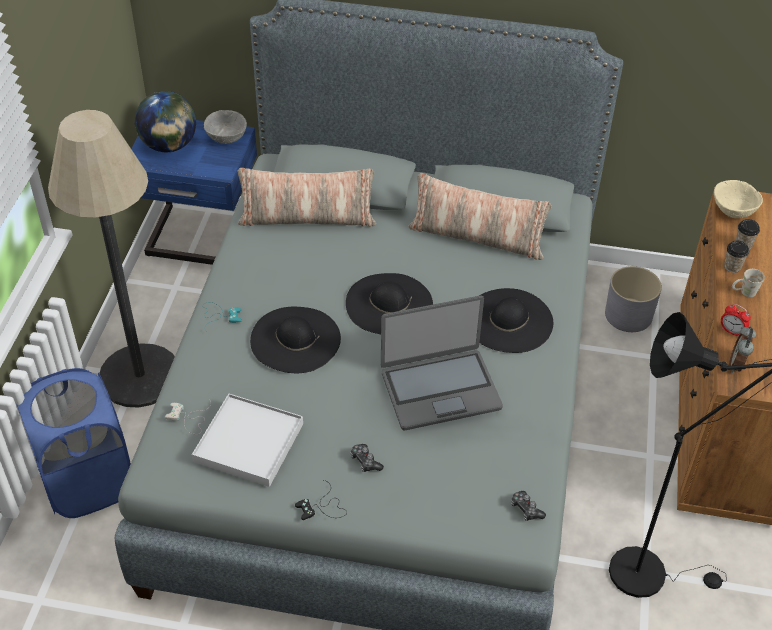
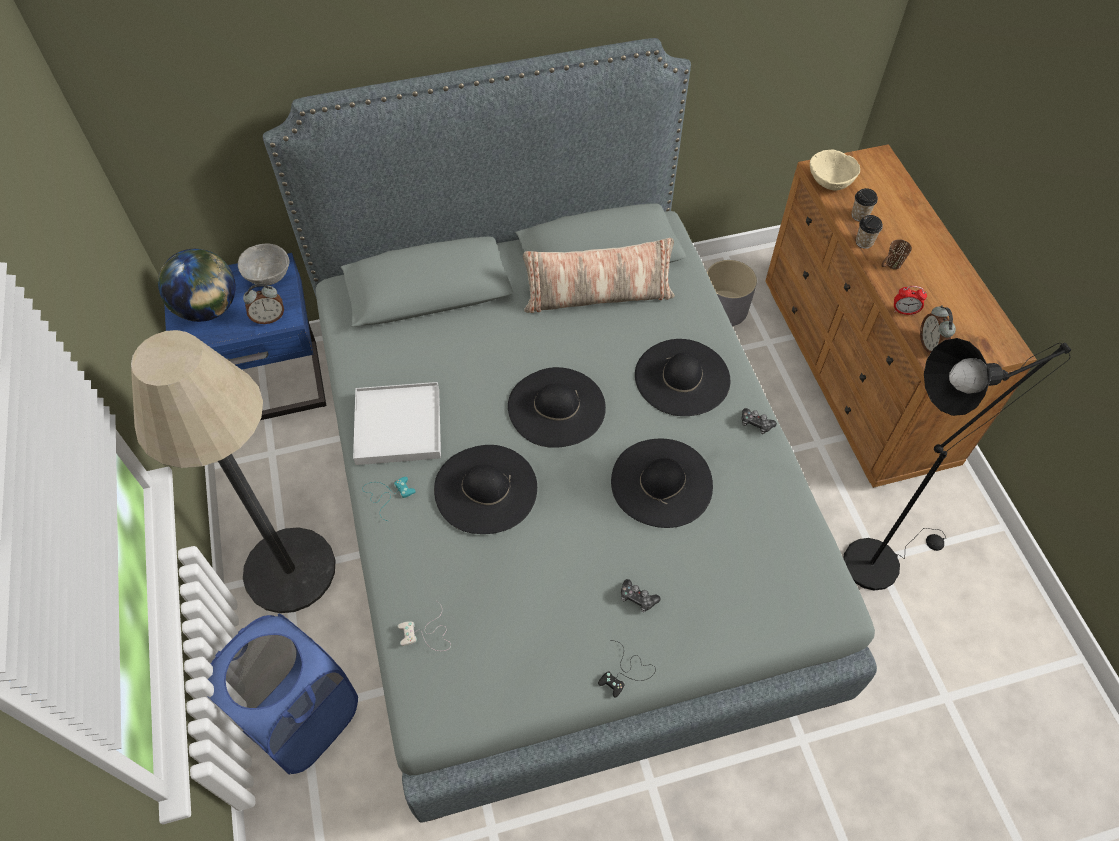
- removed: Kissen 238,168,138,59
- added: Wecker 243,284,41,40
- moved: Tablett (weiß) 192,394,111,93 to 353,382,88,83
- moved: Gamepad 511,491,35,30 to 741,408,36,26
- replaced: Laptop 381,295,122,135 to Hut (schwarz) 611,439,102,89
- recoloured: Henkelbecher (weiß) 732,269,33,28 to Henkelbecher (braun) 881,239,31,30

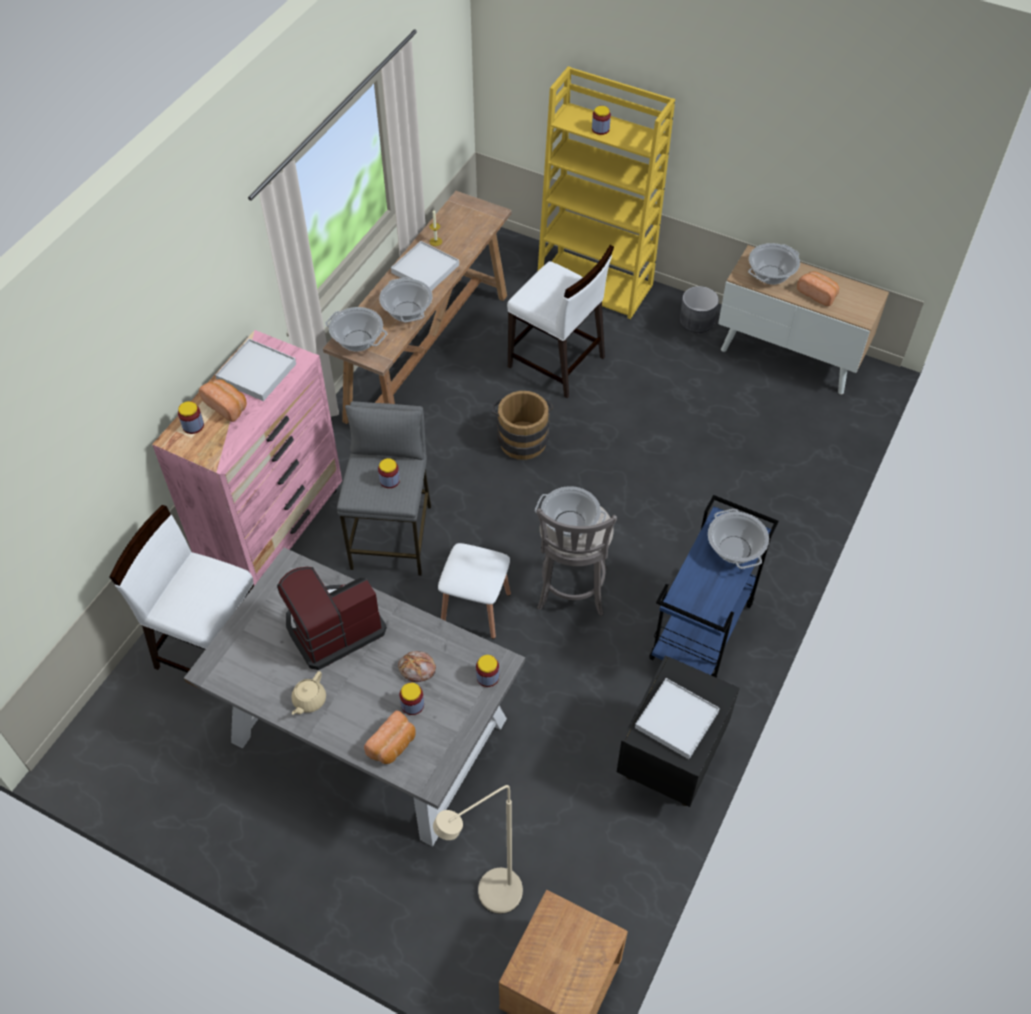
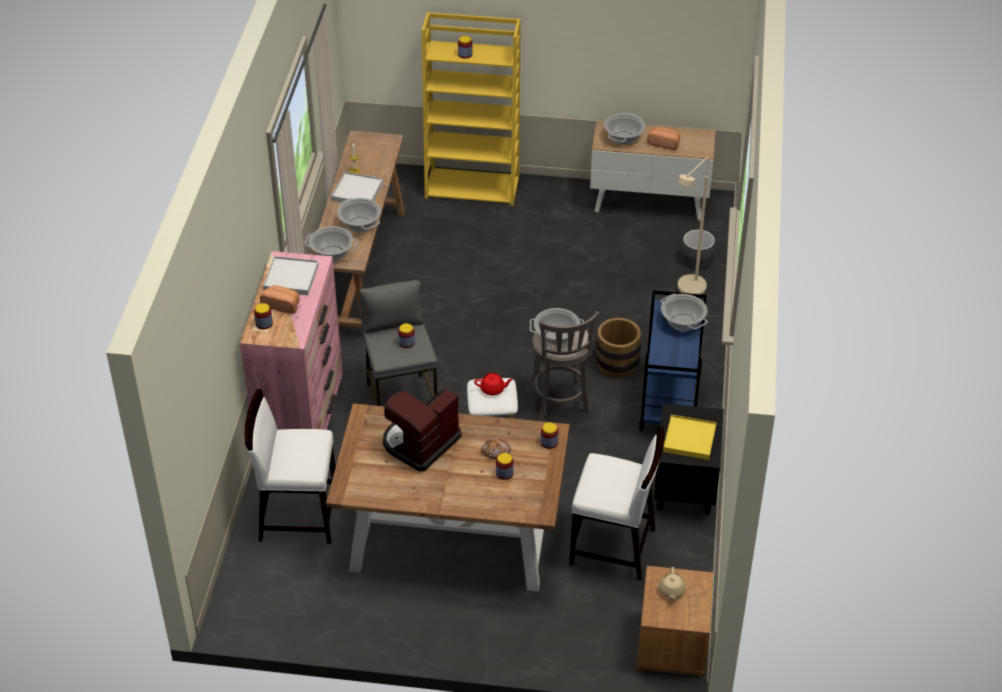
- removed: Brot 364,710,52,54
- added: Teekanne (rot) 474,373,39,23
- moved: Teekanne (beige) 291,671,35,44 to 659,567,27,33
- moved: Stehlampe (beige) 433,785,90,129 to 677,157,32,138
- moved: Eimer (braun) 492,391,61,69 to 593,318,48,60
- moved: Stuhl (weiß) 507,245,107,153 to 569,427,95,153
- moved: Pflanzkübel (grau) 680,286,39,47 to 682,230,33,40
- recoloured: Esstisch (grau) 184,548,341,298 to Esstisch (braun) 326,403,243,188
- recoloured: Tablett (weiß) 635,678,85,81 to Tablett (gelb) 663,415,53,45

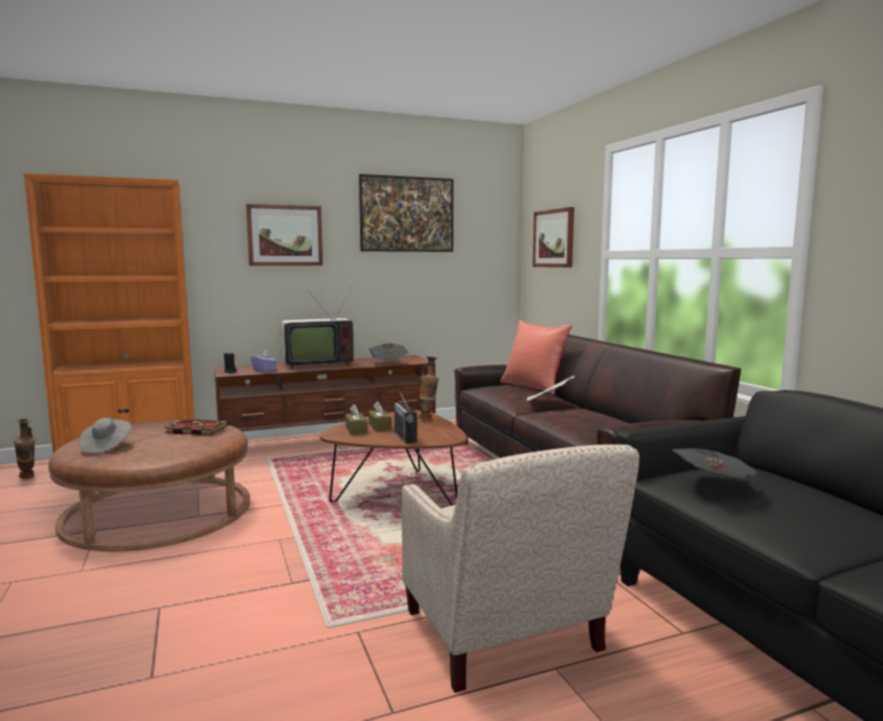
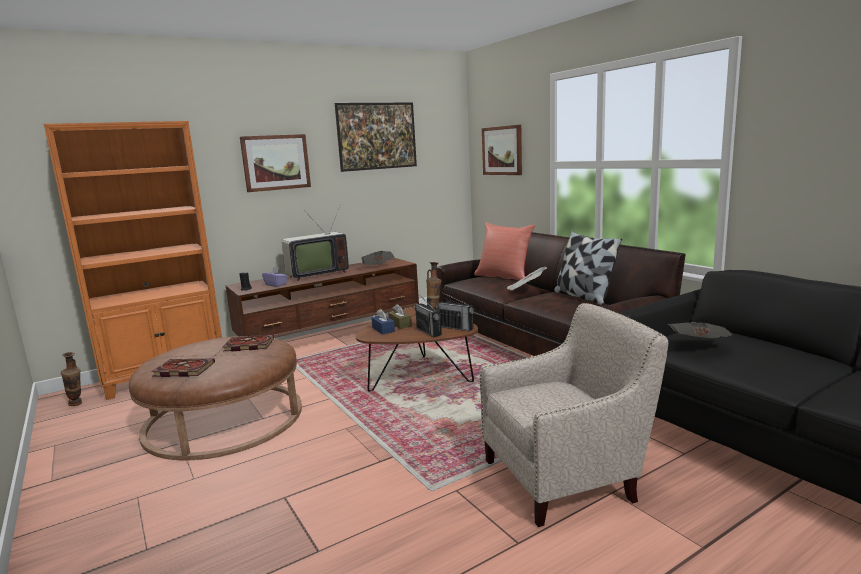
- added: Radio 436,293,38,38
- added: Kissen 554,231,68,74
- replaced: Hut (grau) 79,418,53,35 to Buch 152,359,63,18
- recoloured: Taschentuchbox (braun) 345,404,22,31 to Taschentuchbox (blau) 372,309,23,26
- turned: Sessel (beige) 401,444,238,249 = 479,303,189,224 75 degrees counterclockwise

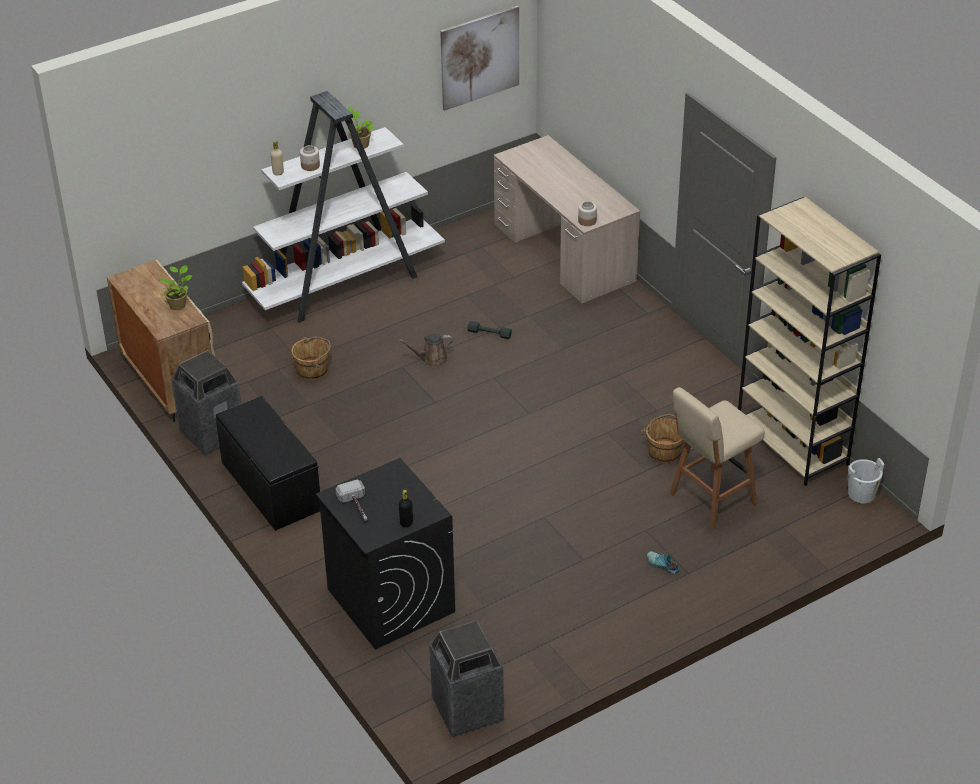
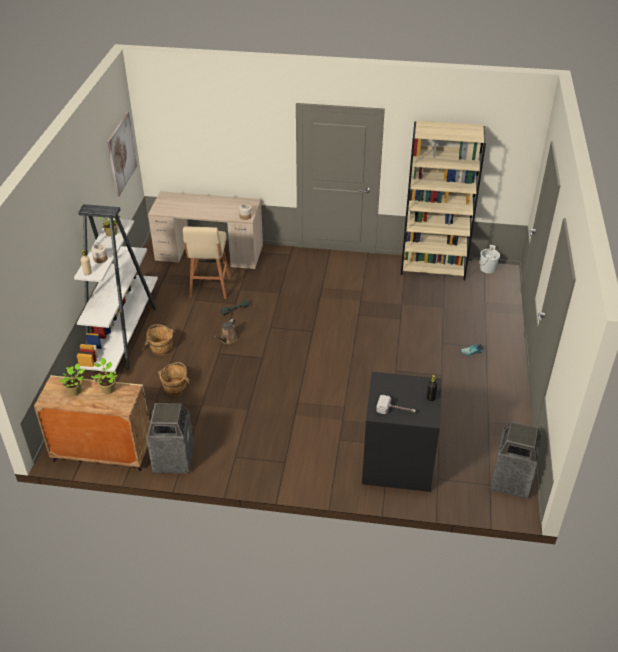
- removed: Bank (schwarz) 216,396,104,135
- added: Topfpflanze 58,363,27,33
- moved: Eimer (braun) 640,414,44,49 to 145,324,30,31
- moved: Hocker (beige) 670,387,95,142 to 183,227,48,72

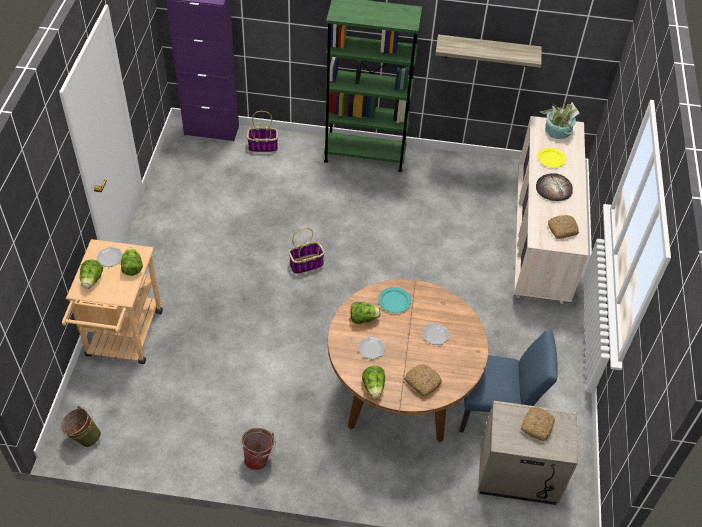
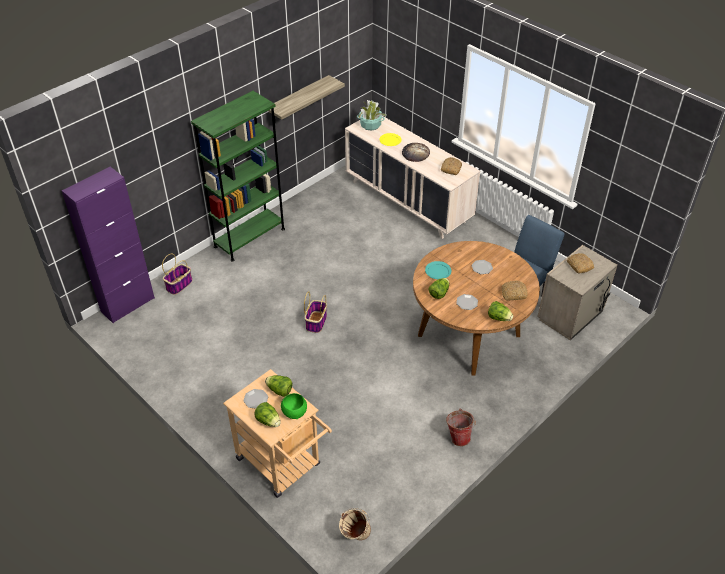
- added: Schüssel (grün) 281,393,26,26
- recoloured: Eimer (grün) 60,406,41,41 to Eimer (beige) 339,508,32,33

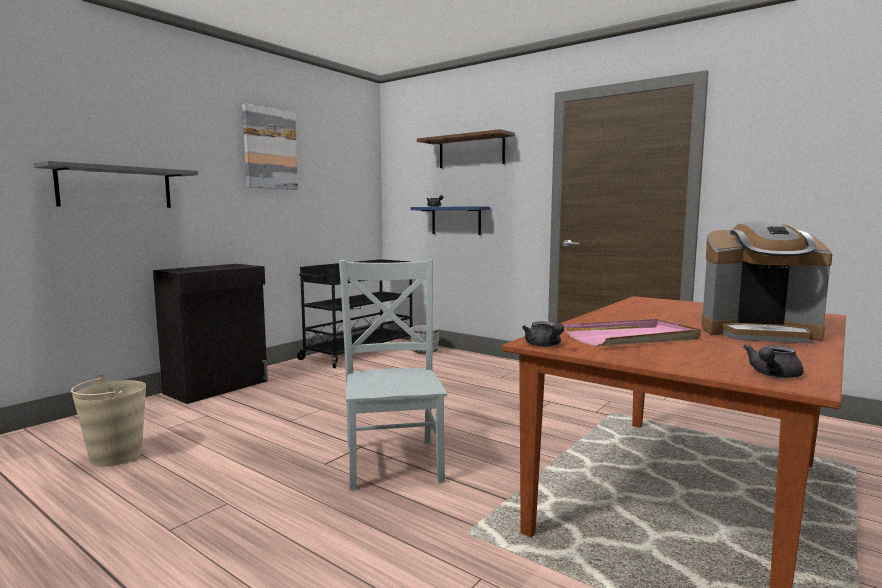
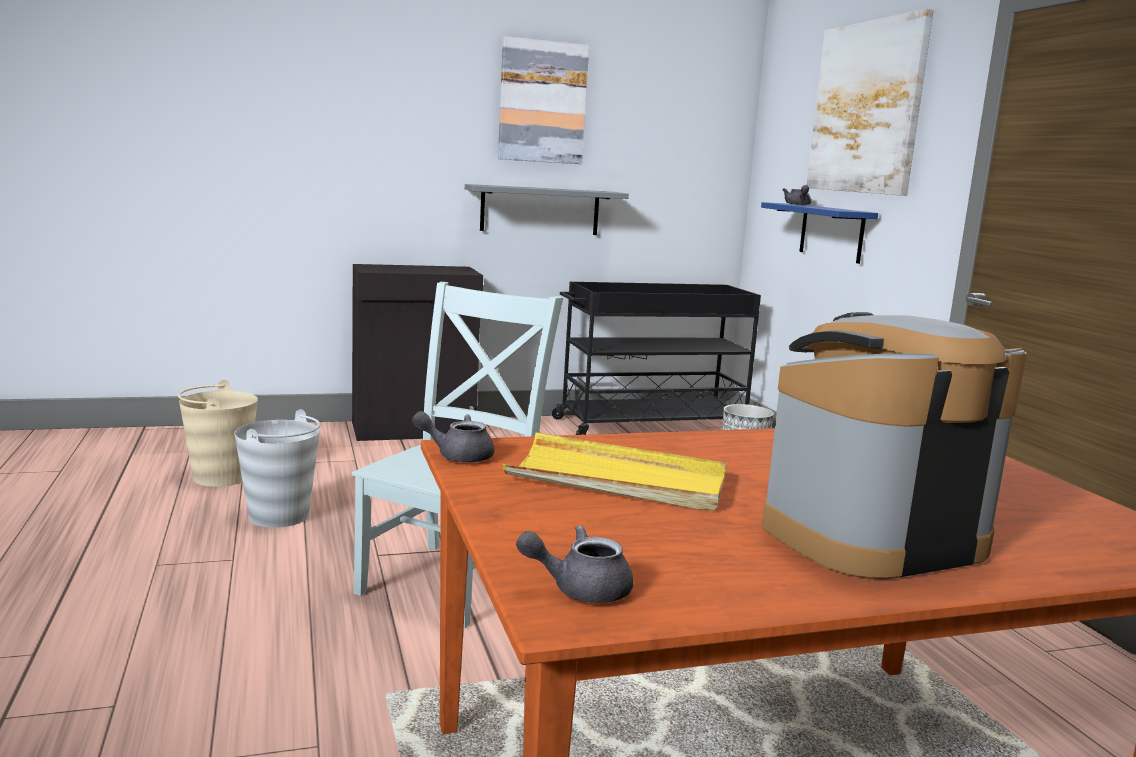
- added: Eimer (grau) 234,409,86,119
- moved: Wandregal (grau) 33,161,165,47 to 465,184,164,51
- replaced: Wandregal (braun) 417,129,98,39 to Bild 807,9,126,187
- recoloured: Tablett (rosa) 563,319,138,27 to Tablett (gelb) 503,432,224,79
- turned: Teekanne (grau) 522,322,42,25 = 412,411,83,52 75 degrees clockwise
- turned: Kaffeemaschine 701,221,132,122 = 762,312,265,268 105 degrees clockwise

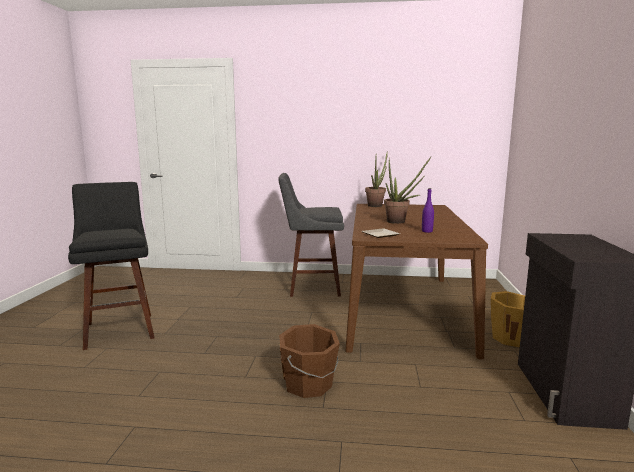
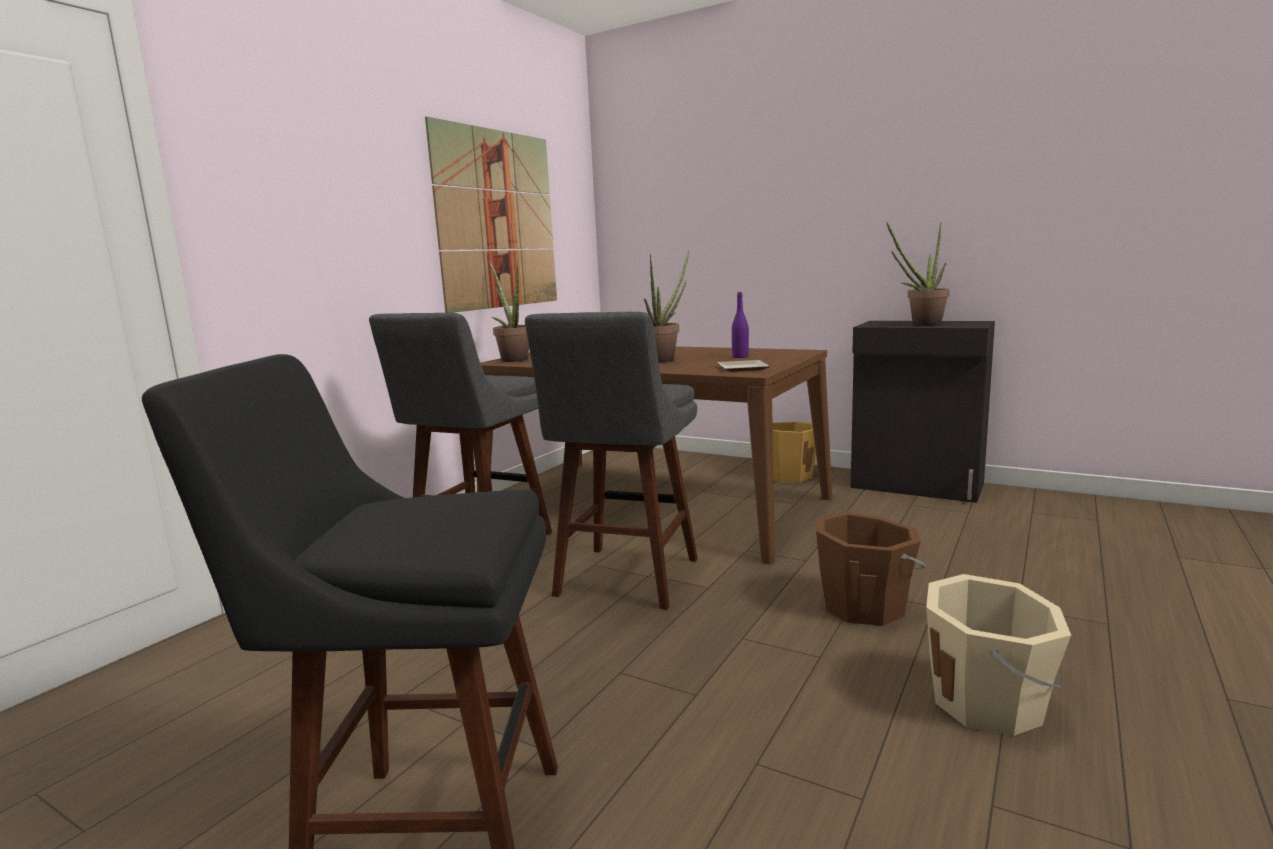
- added: Bild 425,117,132,196
- added: Hocker (grau) 525,312,173,298
- added: Topfpflanze 887,222,63,103
- added: Eimer (beige) 926,574,145,162

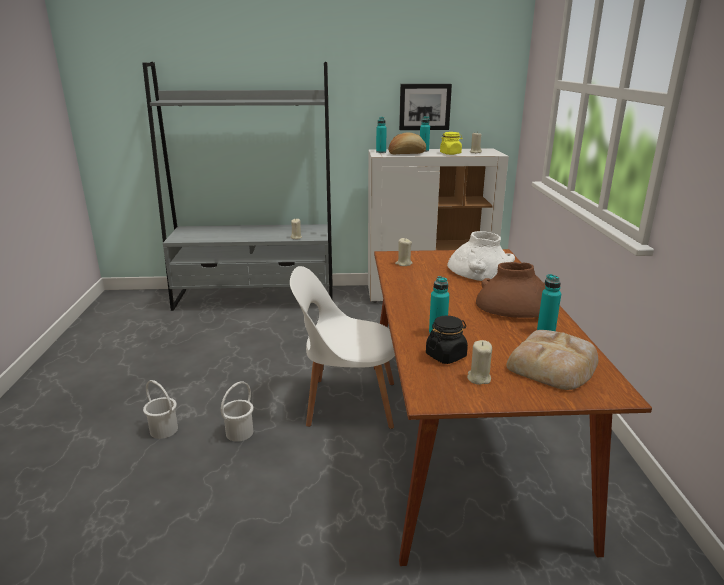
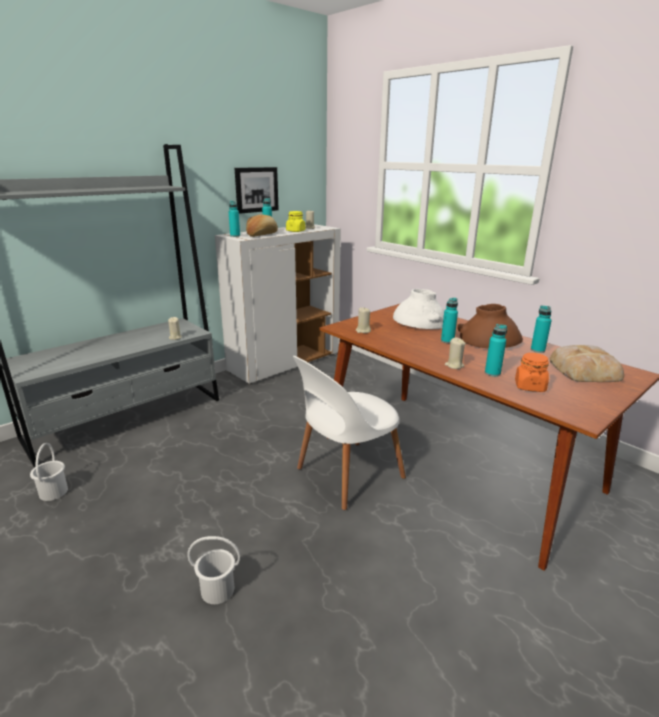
- added: Flasche (türkis) 441,298,17,45
- moved: Eimer (weiß) 221,381,32,61 to 30,443,38,58
- moved: Kerze (beige) 467,340,25,45 to 444,338,22,31
- recoloured: Vorratsglas (schwarz) 426,315,42,49 to Vorratsglas (orange) 515,353,34,39

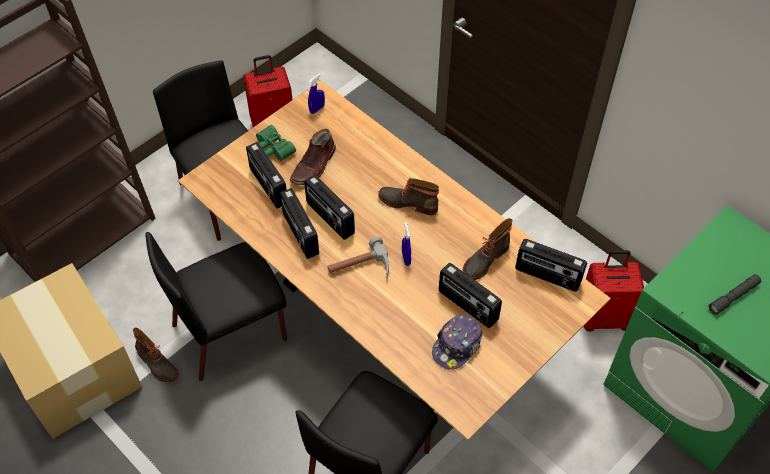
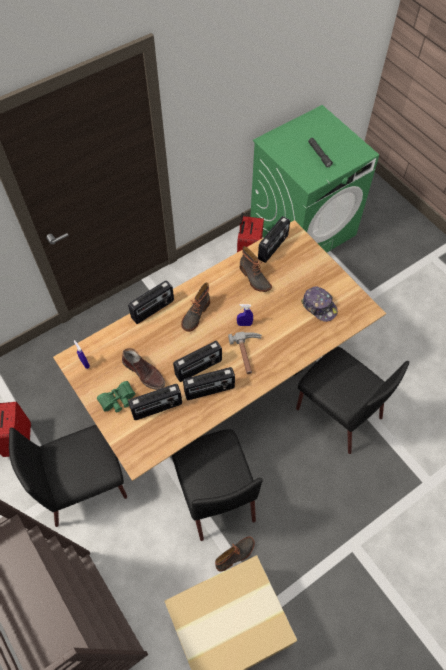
- moved: Radio 439,263,63,65 to 128,280,46,44

